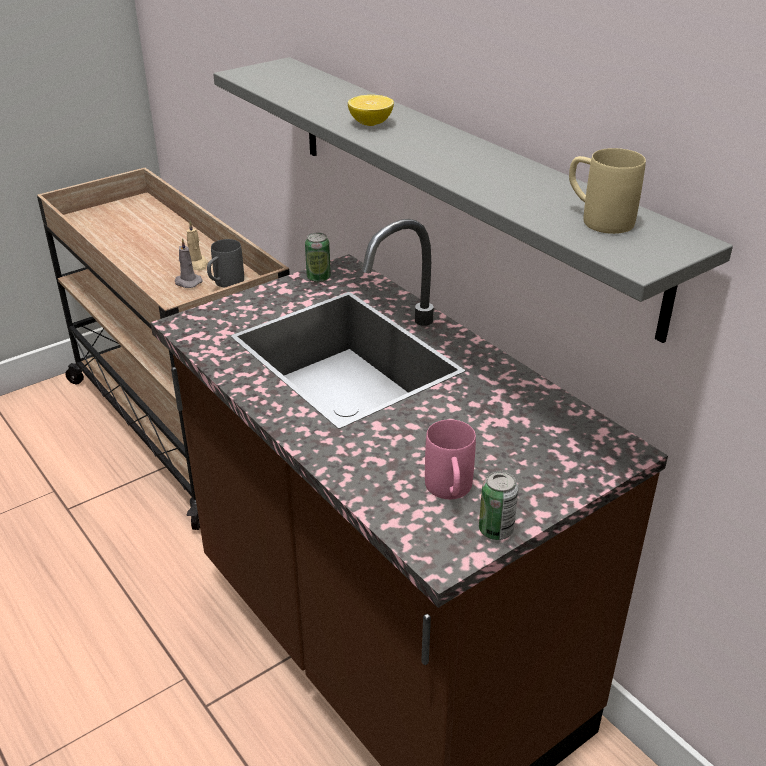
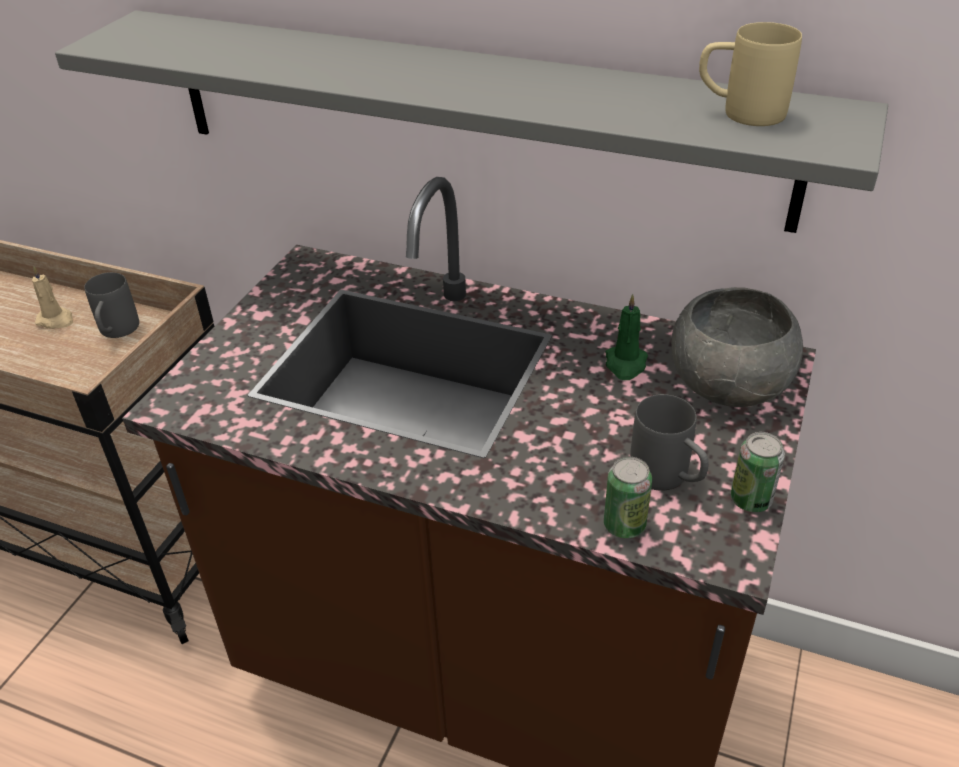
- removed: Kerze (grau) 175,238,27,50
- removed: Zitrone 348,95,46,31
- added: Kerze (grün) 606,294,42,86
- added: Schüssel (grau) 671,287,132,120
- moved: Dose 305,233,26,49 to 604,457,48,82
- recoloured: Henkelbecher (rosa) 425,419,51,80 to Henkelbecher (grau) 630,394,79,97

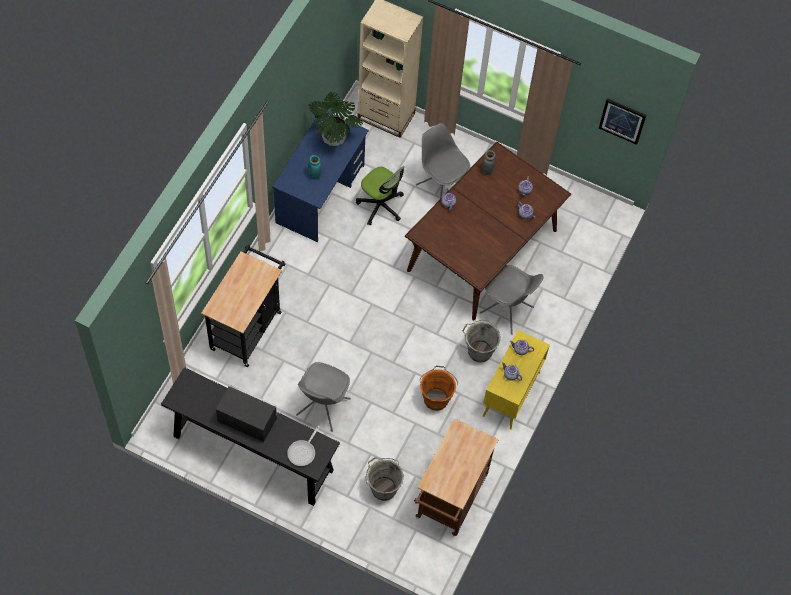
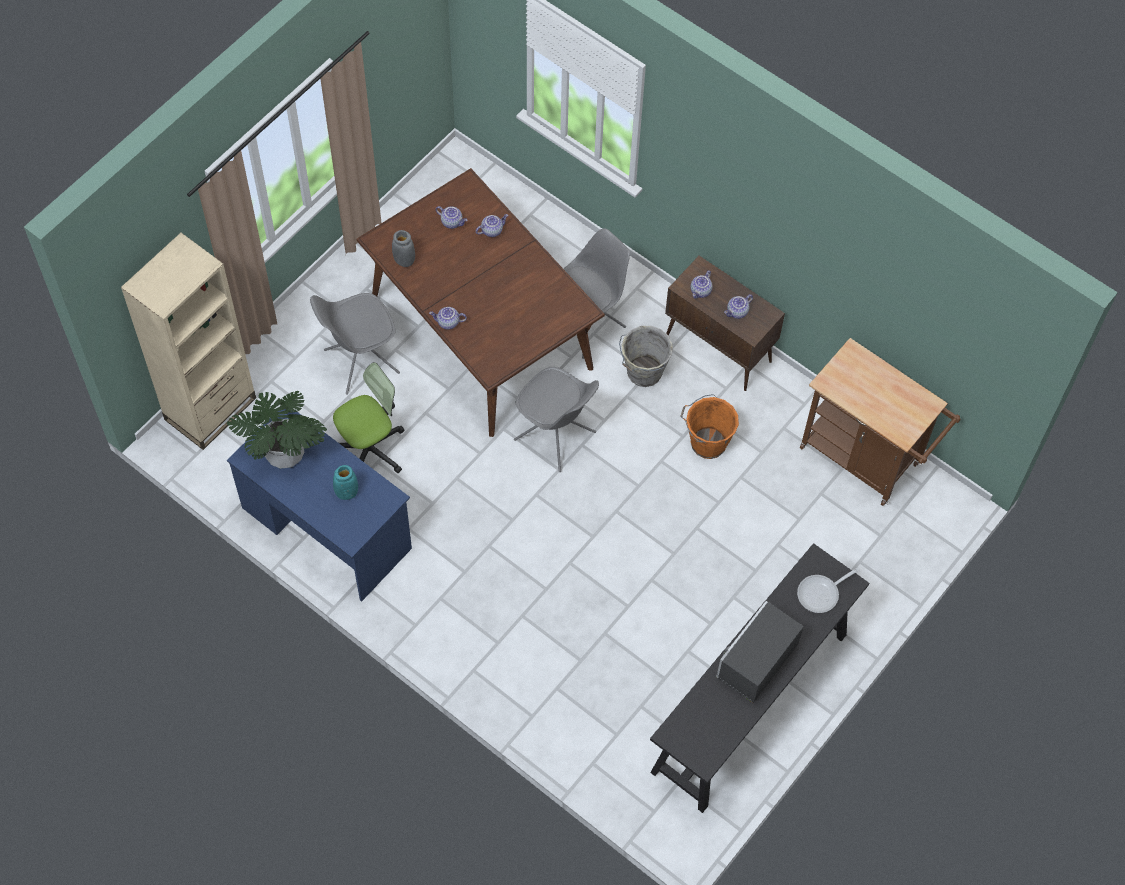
- removed: Rollwagen (schwarz) 201,245,84,122
- removed: Eimer (grau) 365,457,39,44
- removed: Bild 599,98,48,47
- moved: Stuhl (grau) 296,362,55,70 to 514,367,85,105
- recoloured: Schrank (gelb) 483,330,67,100 to Schrank (braun) 665,256,120,135
- turned: Pfanne 287,426,33,40 = 797,567,63,46 105 degrees clockwise

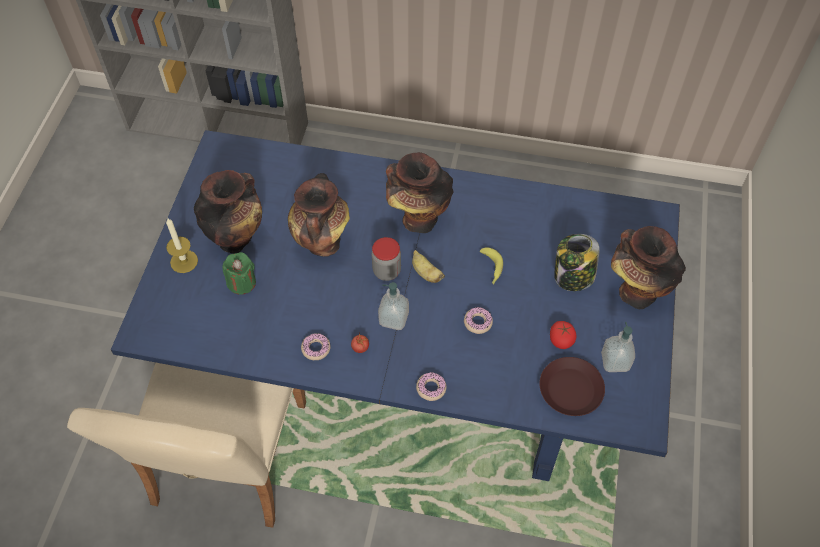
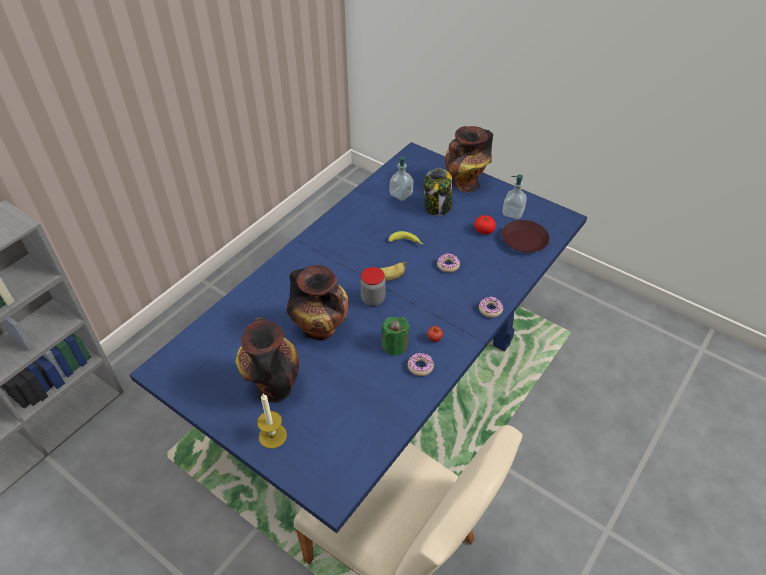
- removed: Vase 386,152,68,81
- moved: Kerze (grün) 223,252,33,43 to 381,317,29,39
- moved: Seifenspender 378,282,31,48 to 390,156,23,45

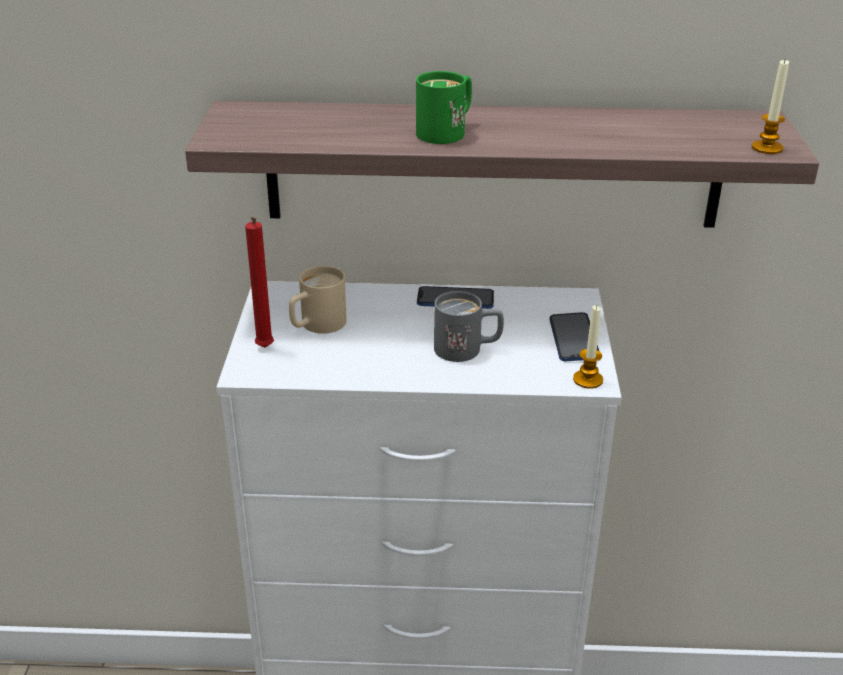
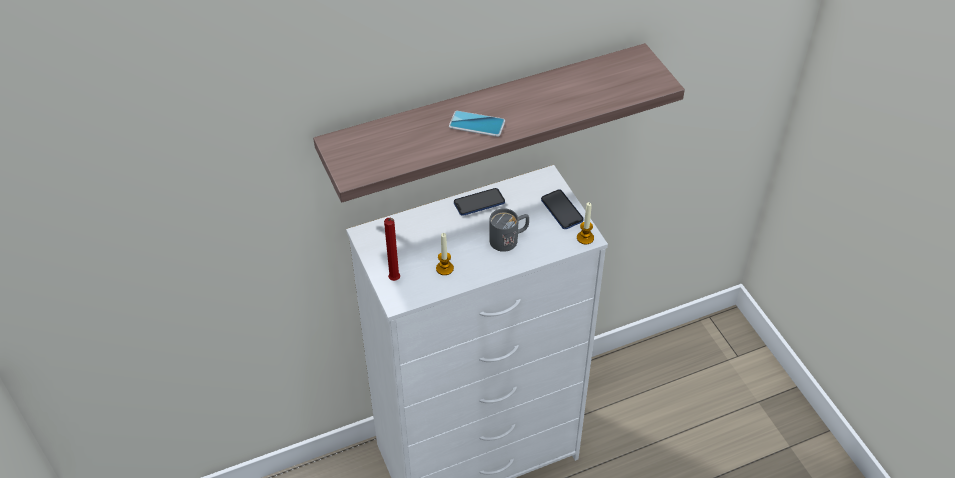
- removed: Henkelbecher (beige) 289,266,58,68
- moved: Kerze 752,58,37,96 to 436,233,18,42
- replaced: Henkelbecher (grün) 416,71,56,73 to Handy 449,111,56,26

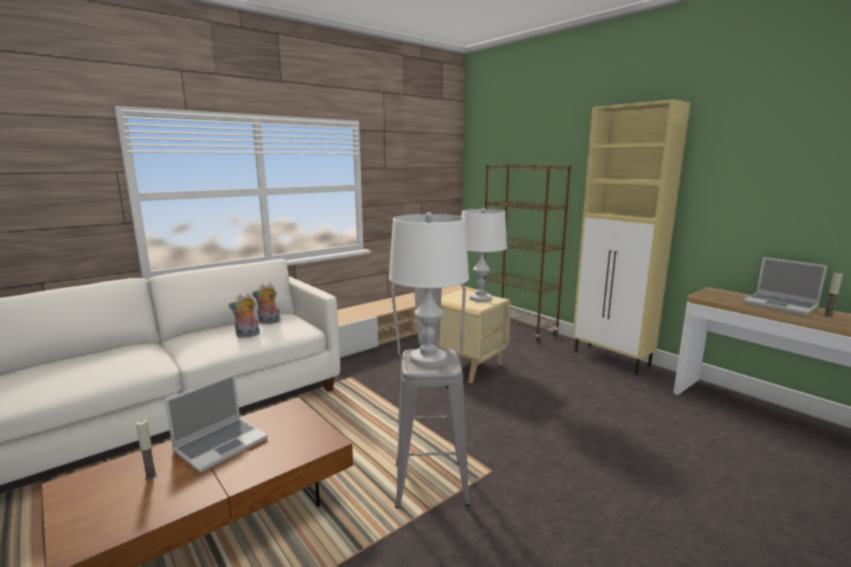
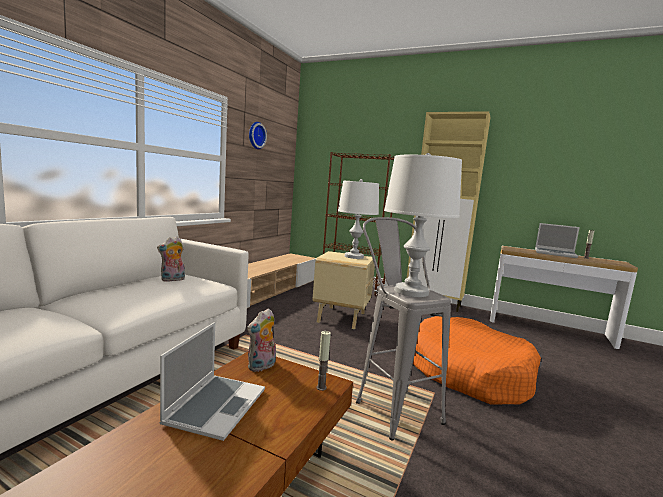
- added: Wanduhr 249,122,18,27
- added: Hundebett (orange) 413,316,128,89
- moved: Kerze 136,419,21,61 to 316,331,15,60
- moved: Plüschtier 228,292,32,46 to 247,308,29,64

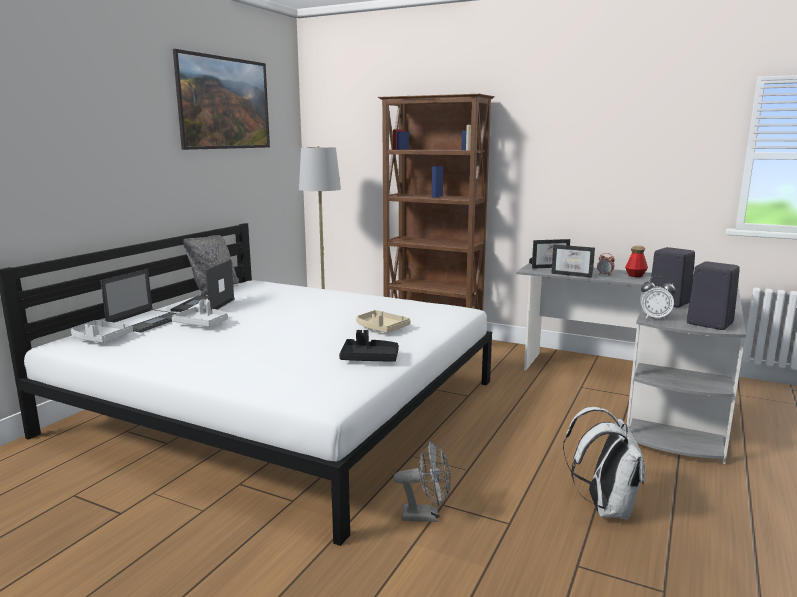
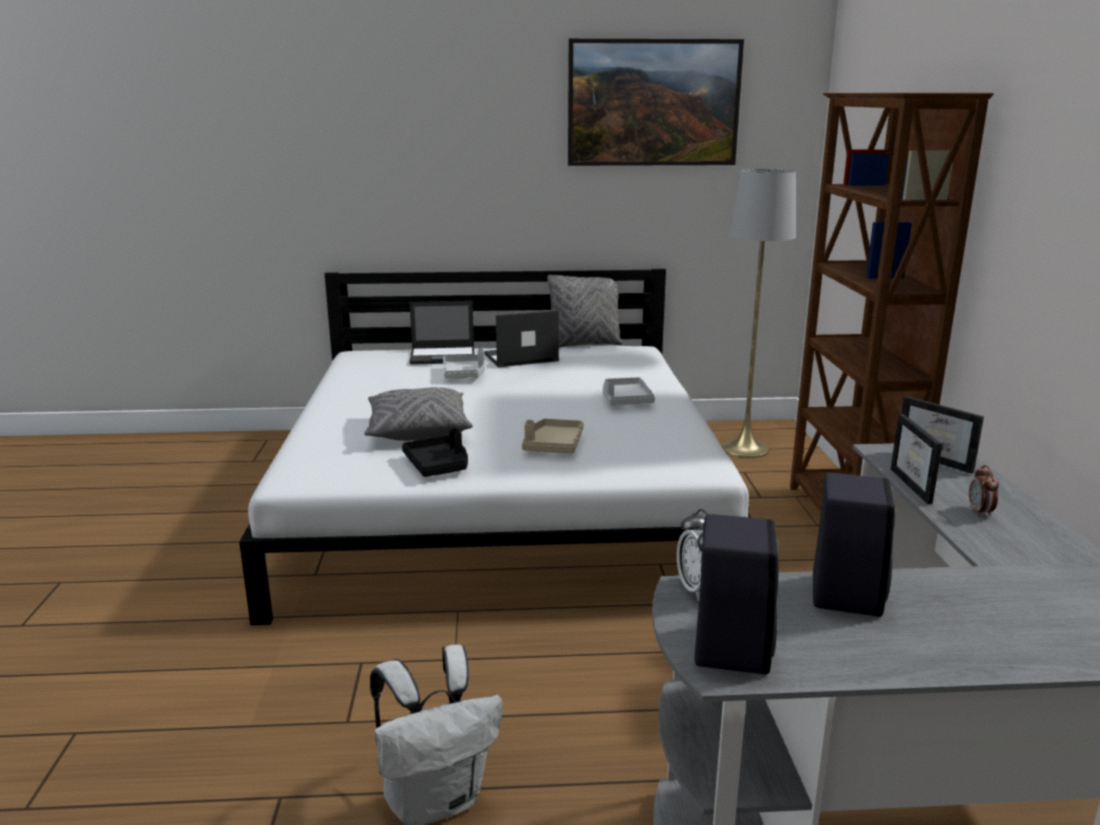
- removed: Ventilator (grau) 394,441,57,81
- removed: Flasche 625,246,23,31
- added: Kissen (grau) 364,387,109,54
- moved: Tablett (grau) 71,320,62,23 to 603,377,52,28

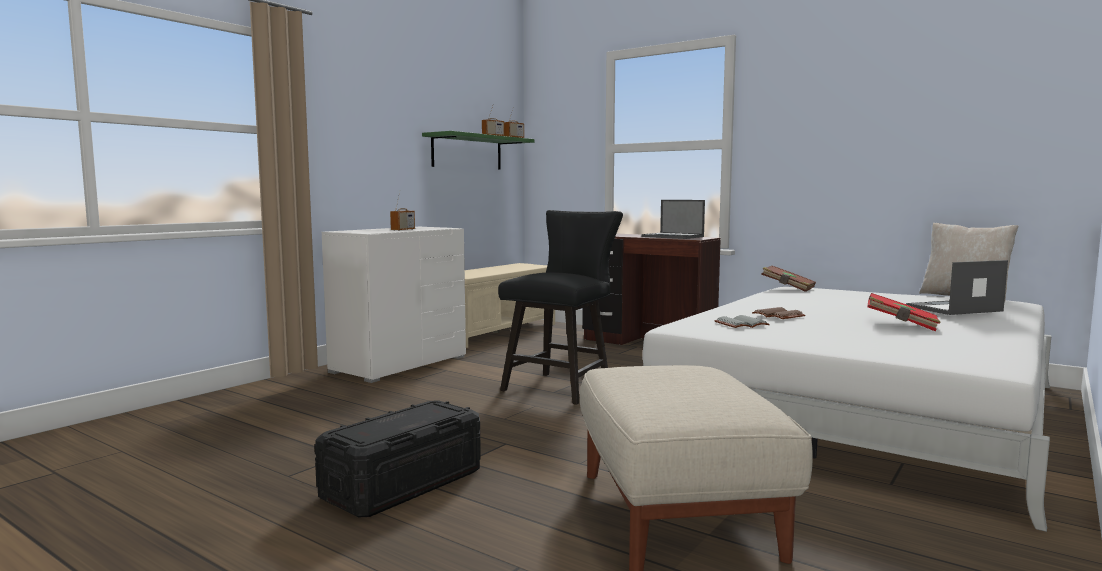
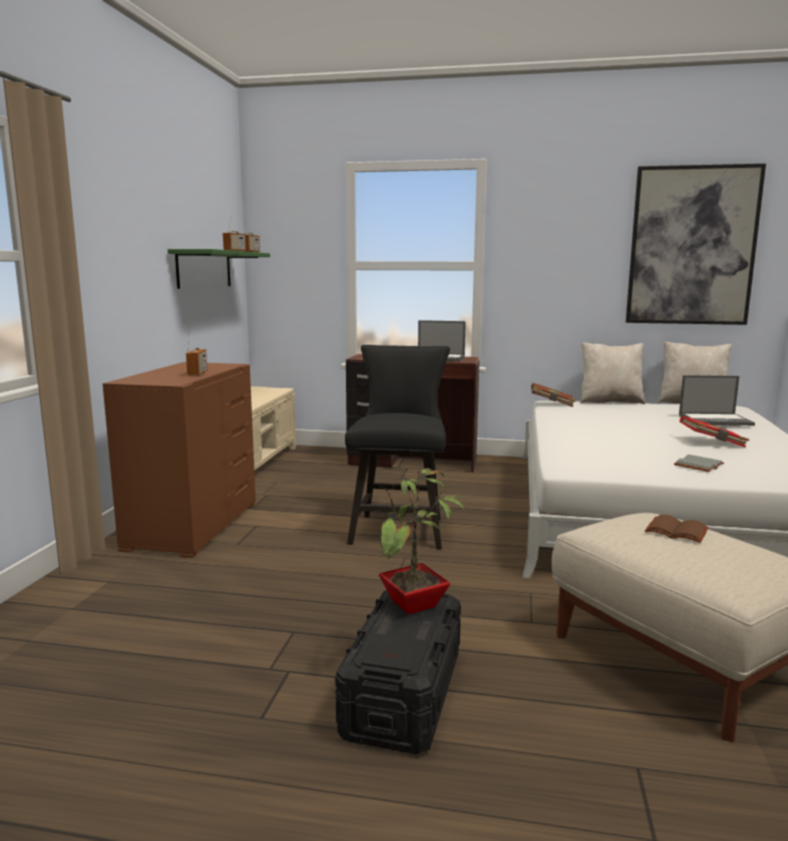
- added: Topfpflanze 374,464,95,151
- added: Kissen (beige) 580,342,65,62
- added: Bild 626,163,140,162
- moved: Buch (grau) 714,315,56,13 to 674,454,50,18
- moved: Buch (braun) 752,307,53,12 to 645,515,64,28
- recoloured: Kommode (weiß) 322,227,144,156 to Kommode (braun) 103,362,153,196
- turned: Laptop 906,260,102,55 = 679,375,76,51 135 degrees counterclockwise

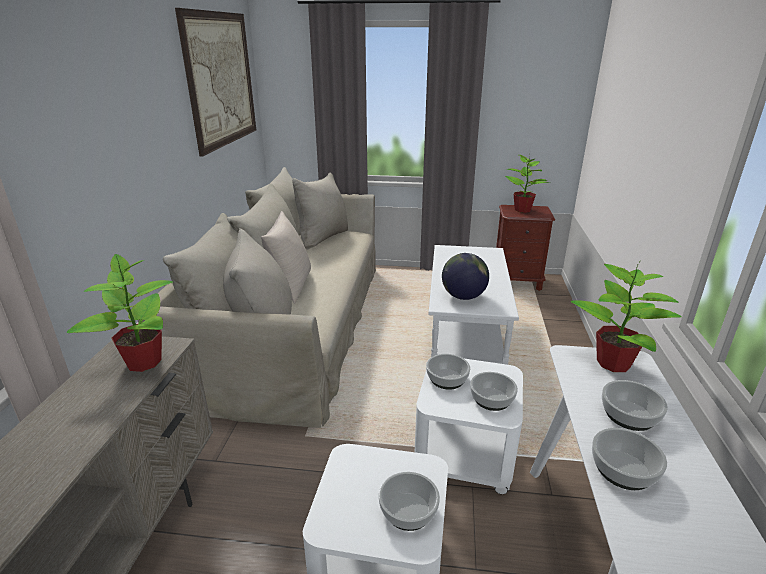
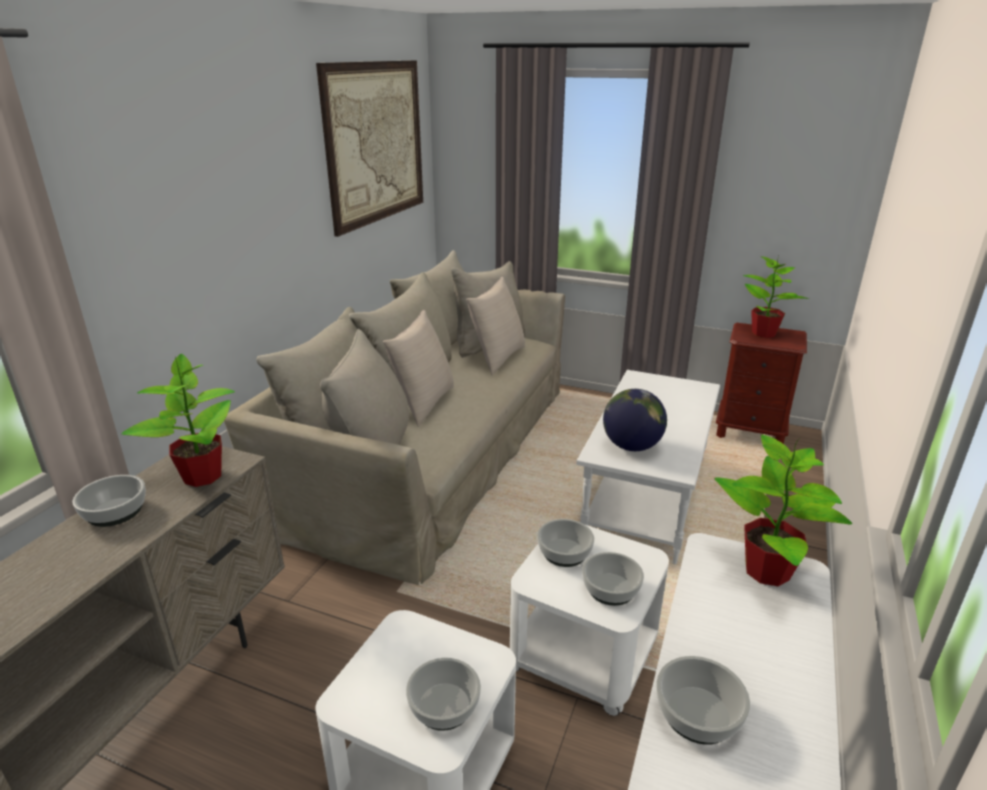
- added: Kissen (beige) 466,277,59,99
- moved: Schüssel 602,380,66,51 to 72,475,74,52

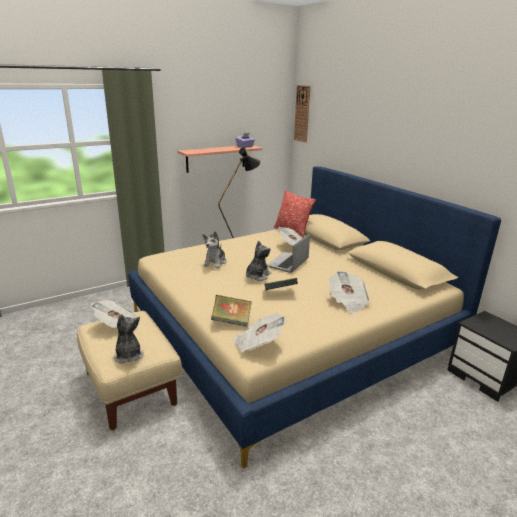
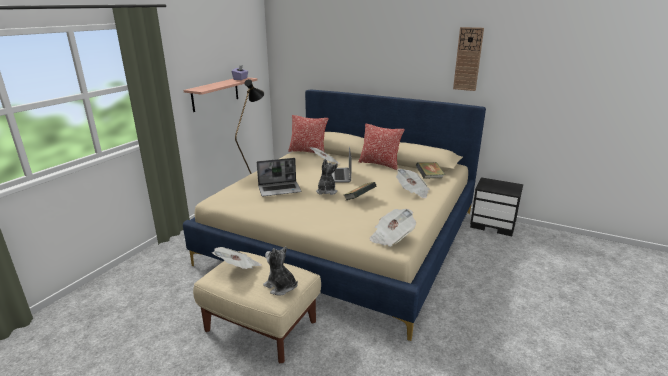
- added: Kissen 359,124,46,46
- moved: Buch 211,295,41,32 to 415,162,30,17
- moved: Wanduhr 294,85,17,58 to 453,27,31,64
- replaced: Plüschtier 203,231,23,37 to Laptop 257,158,44,38

